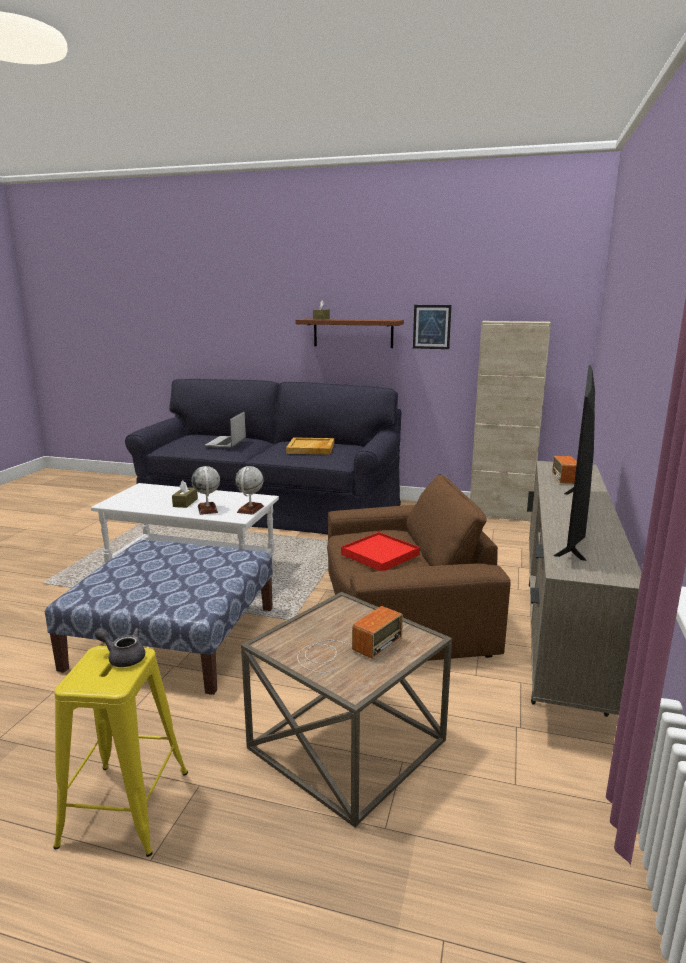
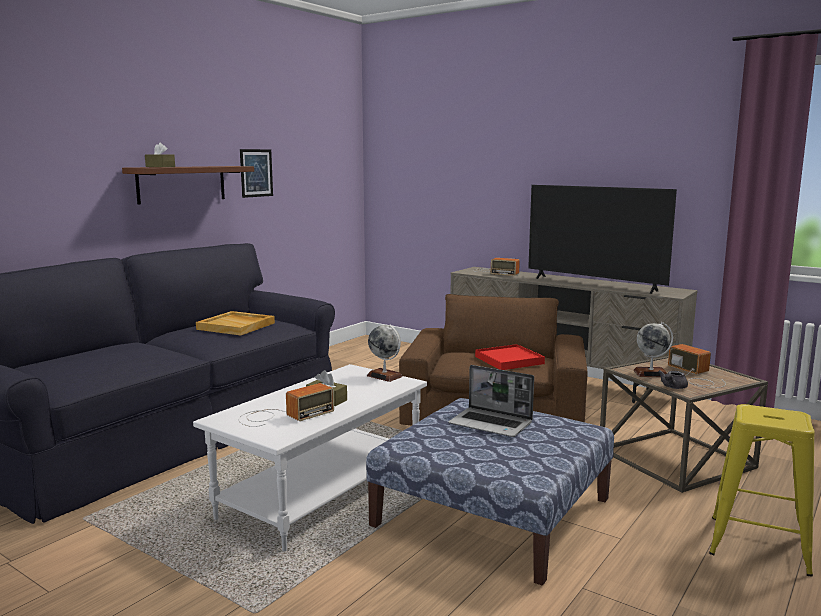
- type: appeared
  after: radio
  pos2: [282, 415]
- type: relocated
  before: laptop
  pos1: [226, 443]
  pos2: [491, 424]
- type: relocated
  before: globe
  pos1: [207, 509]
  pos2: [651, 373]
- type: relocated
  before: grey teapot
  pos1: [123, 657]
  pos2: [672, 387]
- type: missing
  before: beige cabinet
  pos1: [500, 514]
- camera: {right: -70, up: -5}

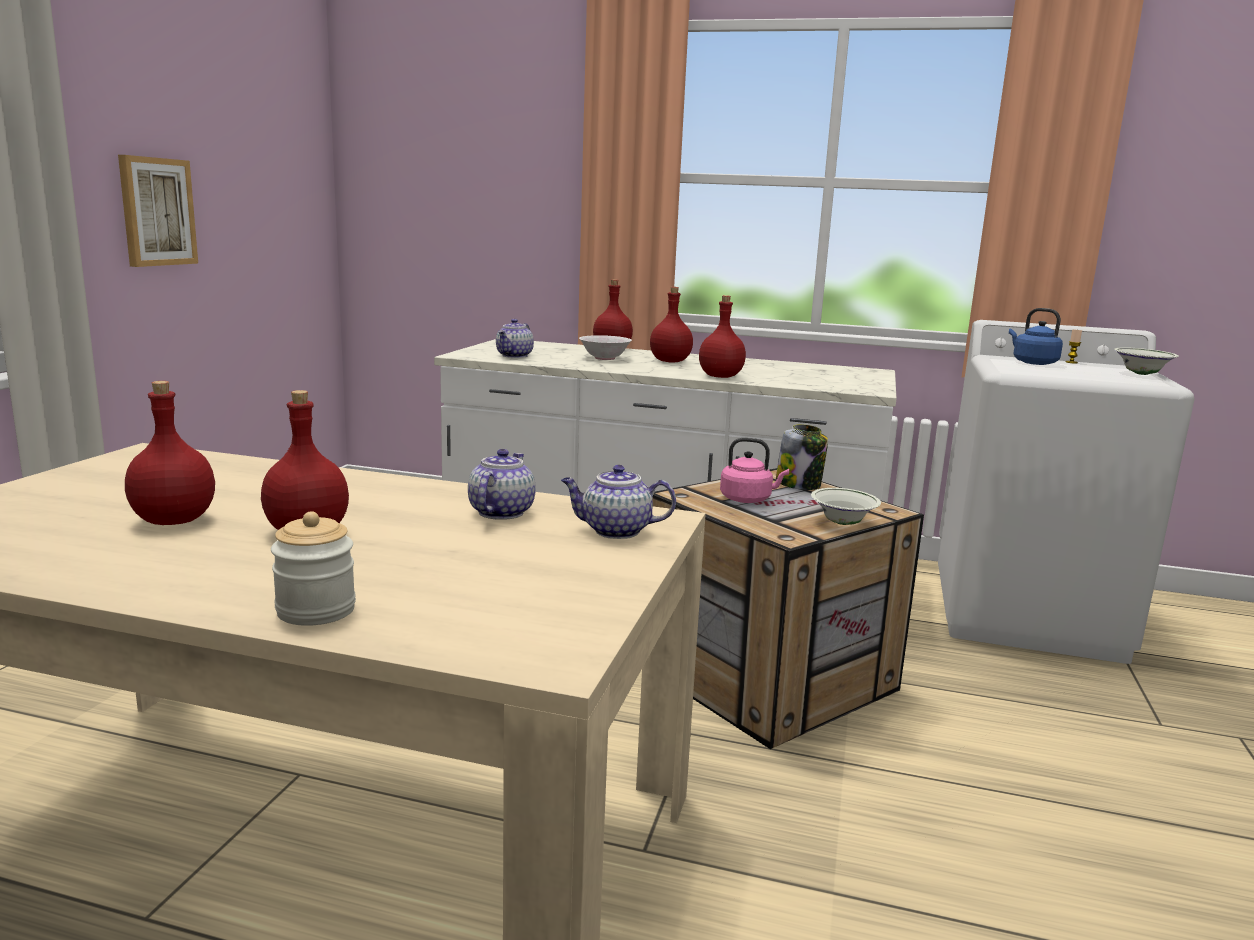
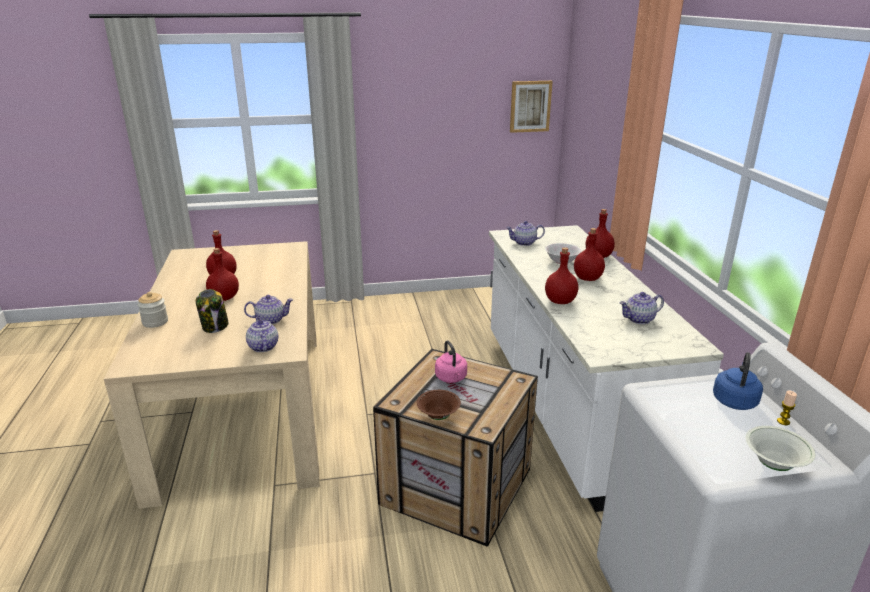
- type: relocated
  before: jar
  pos1: [799, 484]
  pos2: [215, 326]
- type: colour
  before: white bowl
  after: brown bowl
  pos1: [842, 523]
  pos2: [438, 416]
- type: relocated
  before: picture
  pos1: [157, 212]
  pos2: [530, 106]
- type: appeared
  after: teapot
  pos2: [639, 319]
- camera: {right: 65, up: 10}

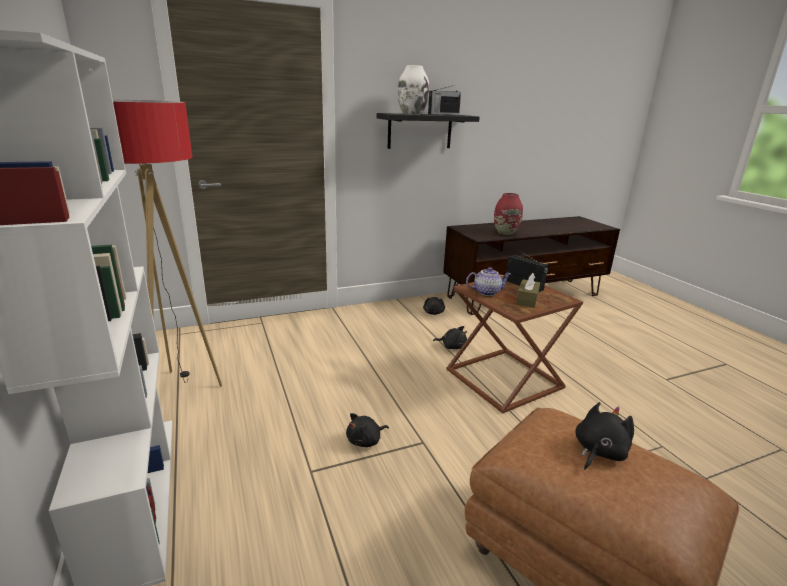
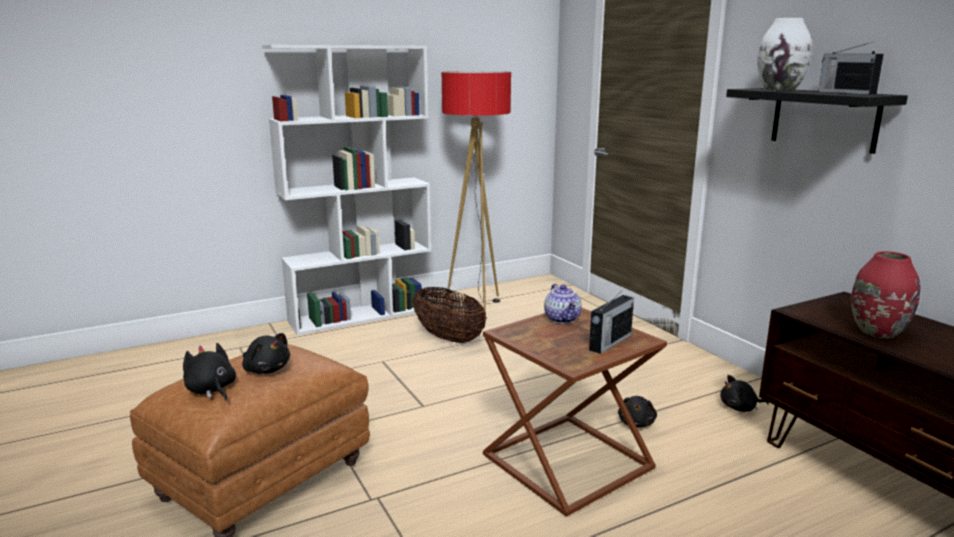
- type: relocated
  before: black plush toy
  pos1: [365, 440]
  pos2: [211, 390]
- type: appeared
  after: basket
  pos2: [448, 338]
- type: missing
  before: brown tissue box
  pos1: [527, 299]
- camera: {right: 85, up: -5}

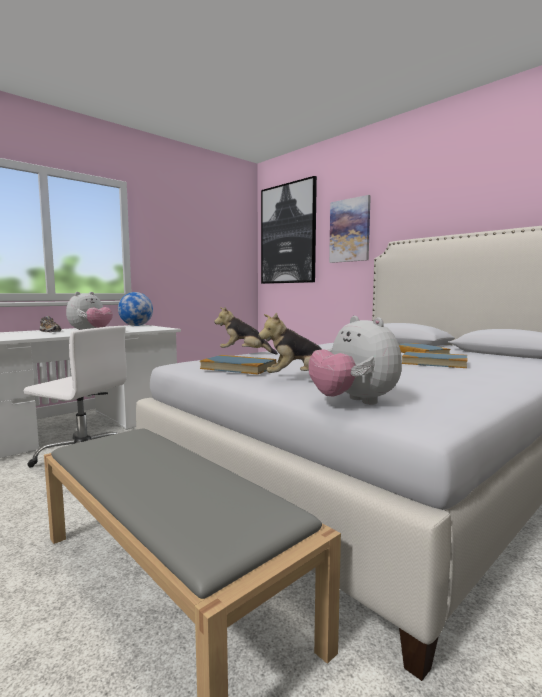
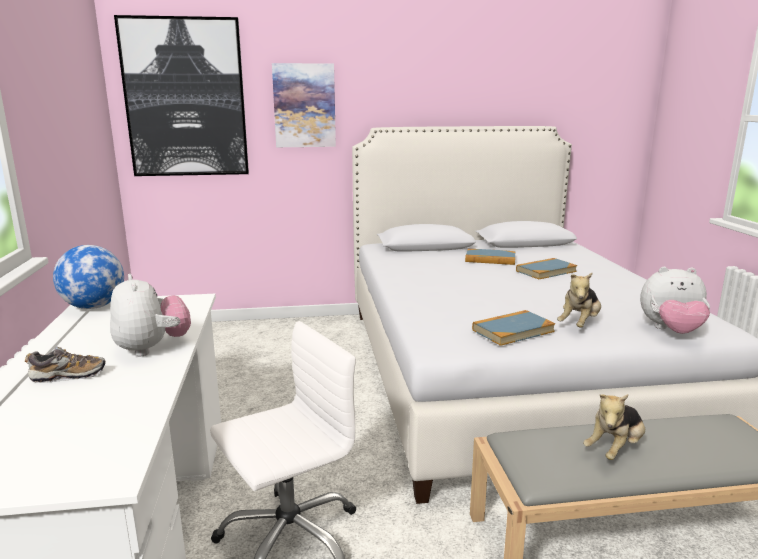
- type: relocated
  before: plush toy
  pos1: [244, 353]
  pos2: [615, 449]
- camera: {right: -55, up: 10}

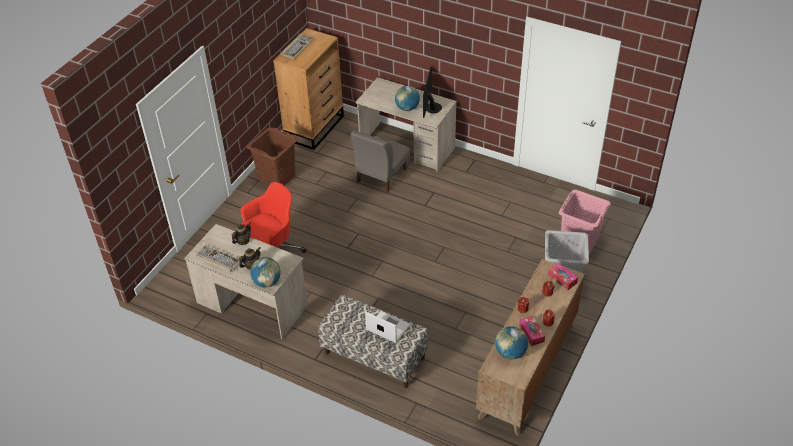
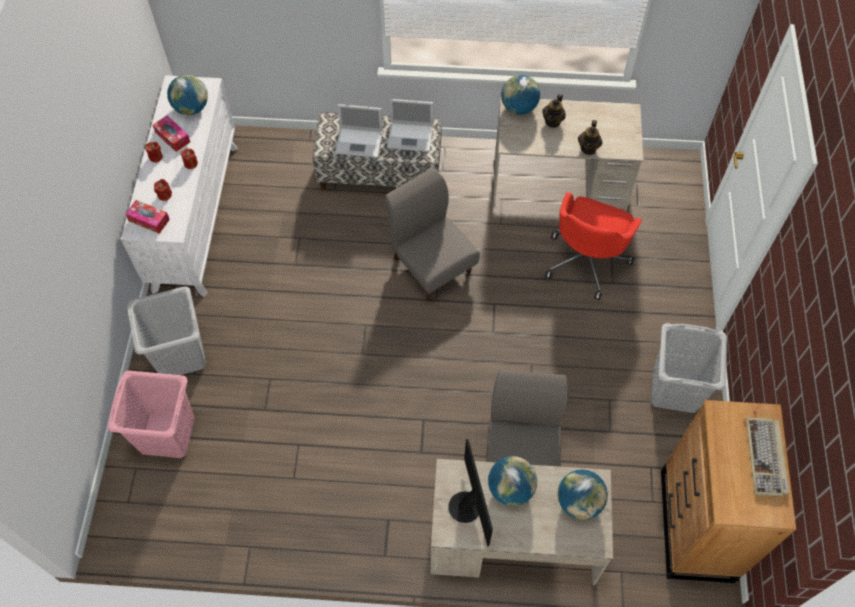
- type: colour
  before: brown dresser
  after: white dresser
  pos1: [527, 371]
  pos2: [196, 215]
- type: appeared
  after: grey chair
  pos2: [432, 265]
- type: appeared
  after: laptop
  pos2: [411, 136]
- type: appeared
  after: globe
  pos2: [579, 502]
- type: colour
  before: brown laundry basket
  after: grey laundry basket
  pos1: [276, 177]
  pos2: [675, 389]
- type: missing
  before: keyboard
  pos1: [218, 259]
- camera: {right: 155, up: 15}

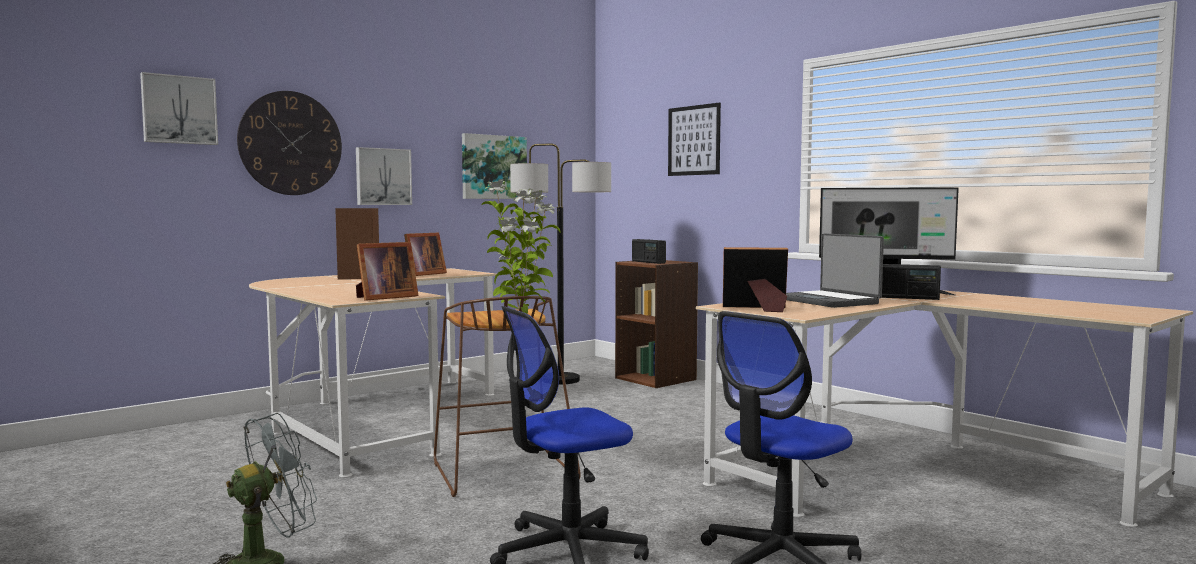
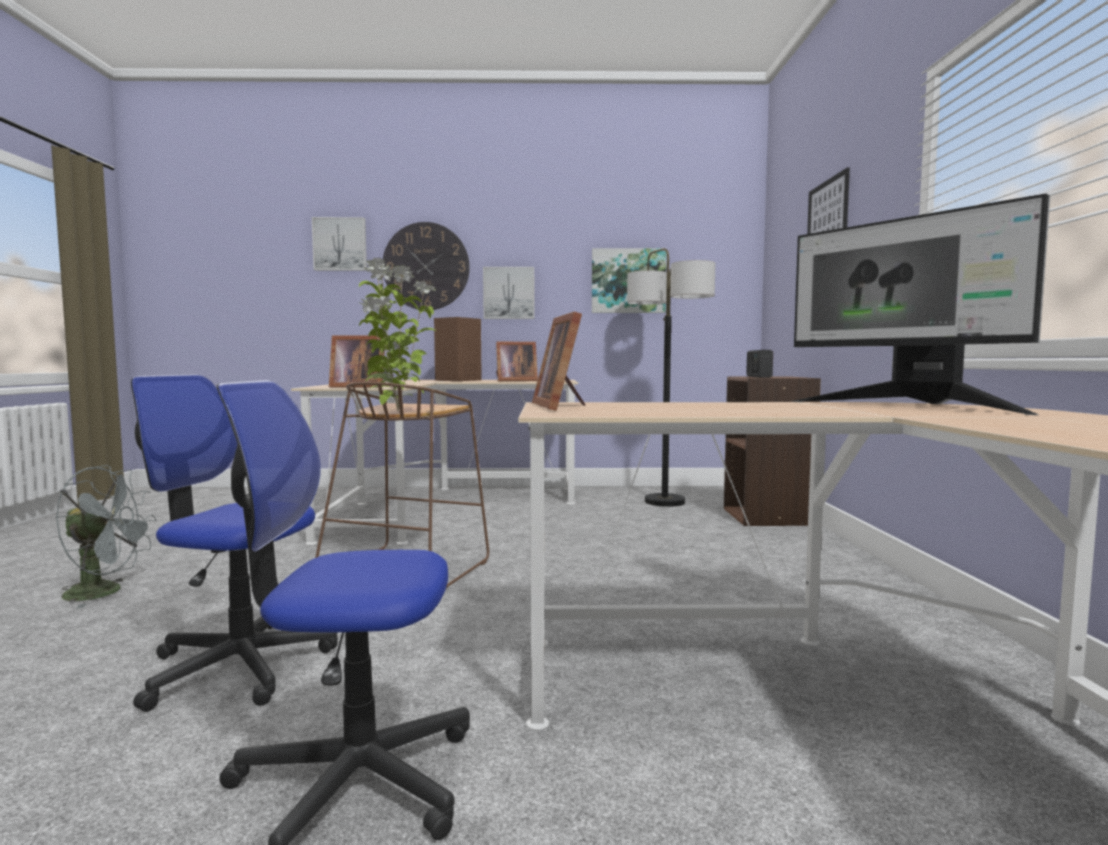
- type: spun
  before: picture frame
  pos1: [757, 309]
  pos2: [562, 407]
  turn: -150
- type: missing
  before: laptop
  pos1: [829, 301]
- type: missing
  before: radio
  pos1: [906, 298]
- camera: {right: 40, up: 0}

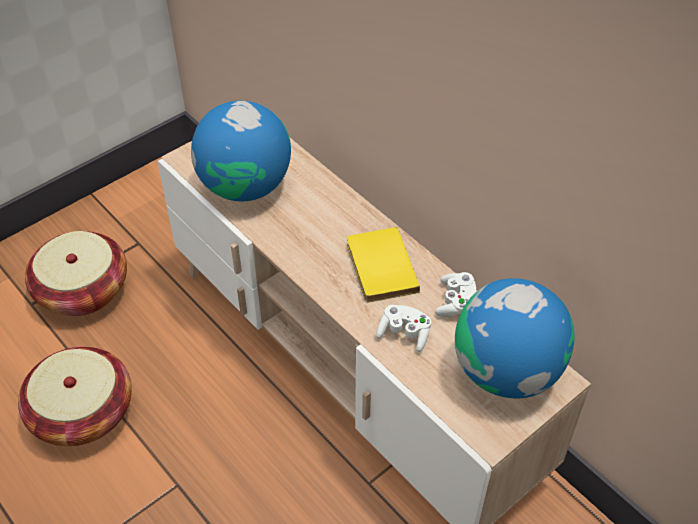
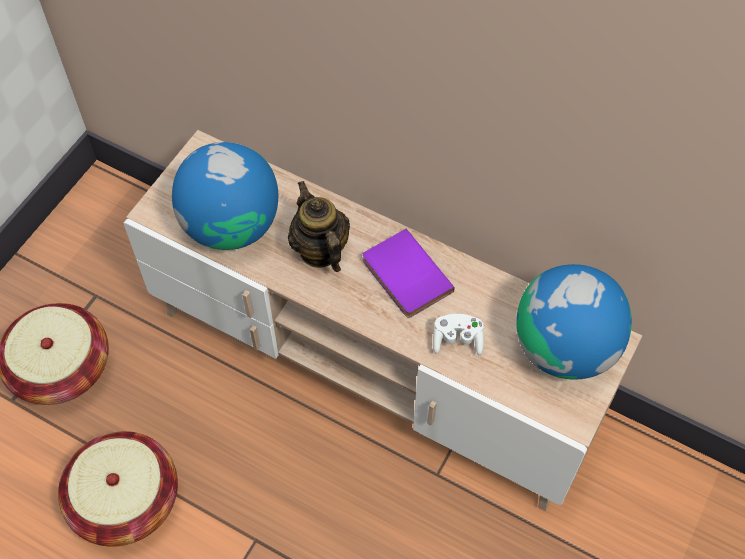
- type: appeared
  after: teapot
  pos2: [320, 250]
- type: colour
  before: yellow book
  after: purple book
  pos1: [379, 267]
  pos2: [404, 277]
- type: missing
  before: white game controller
  pos1: [455, 302]
- camera: {right: -20, up: 10}

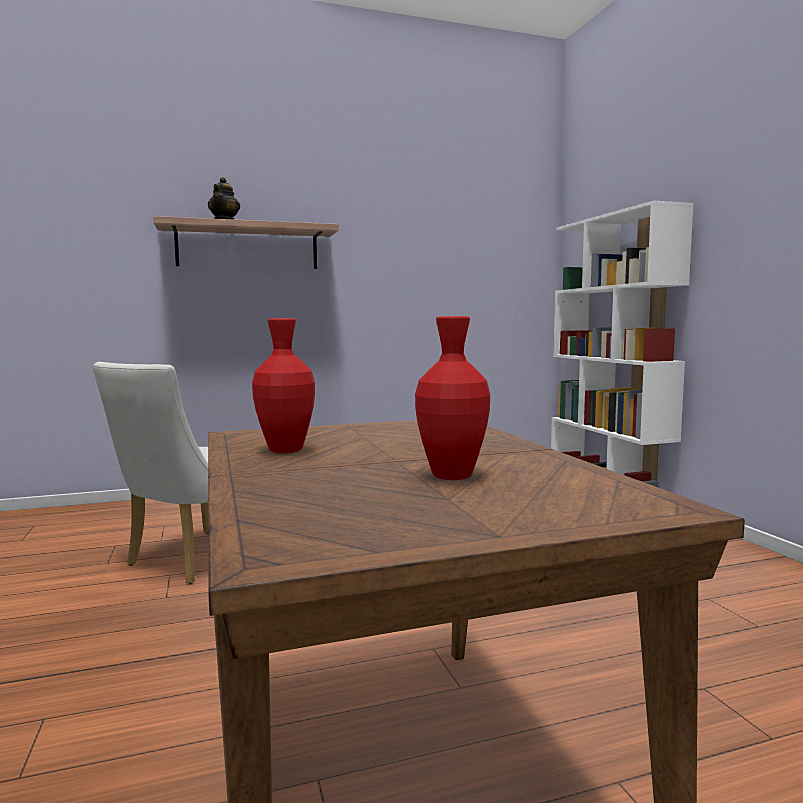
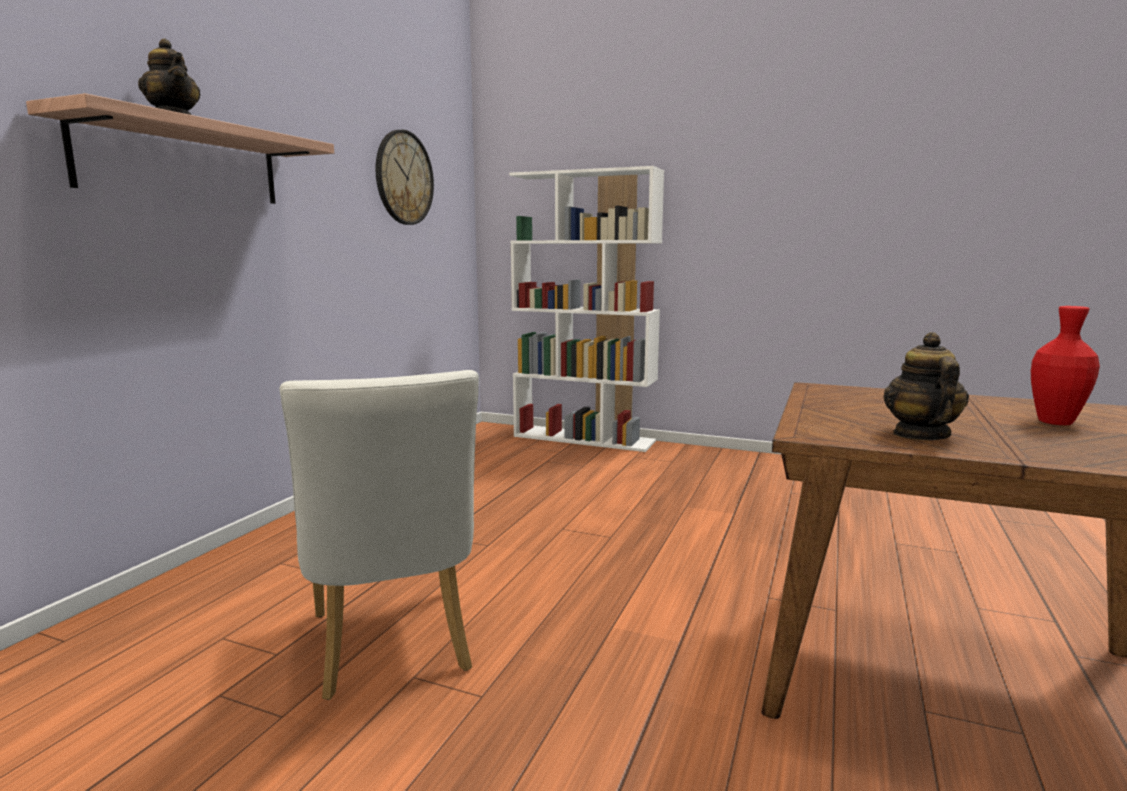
- type: appeared
  after: wall clock
  pos2: [404, 178]
- type: exchanged
  before: red vase
  after: teapot
  pos1: [285, 450]
  pos2: [920, 435]
- camera: {right: -50, up: 5}

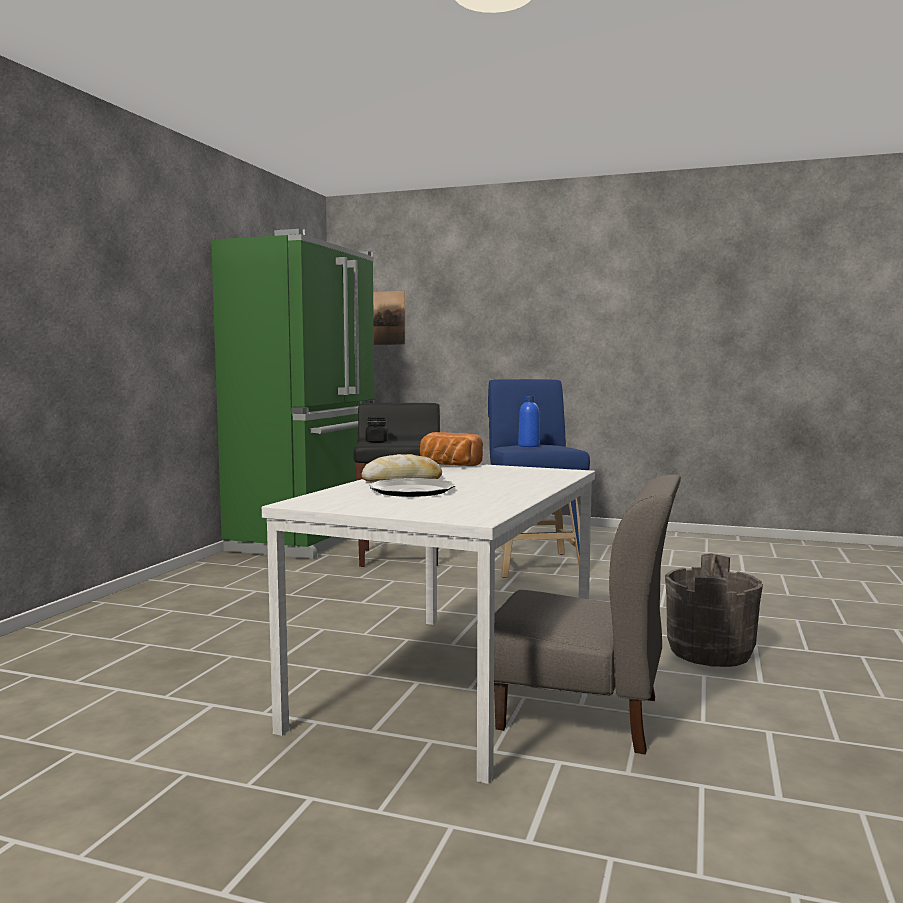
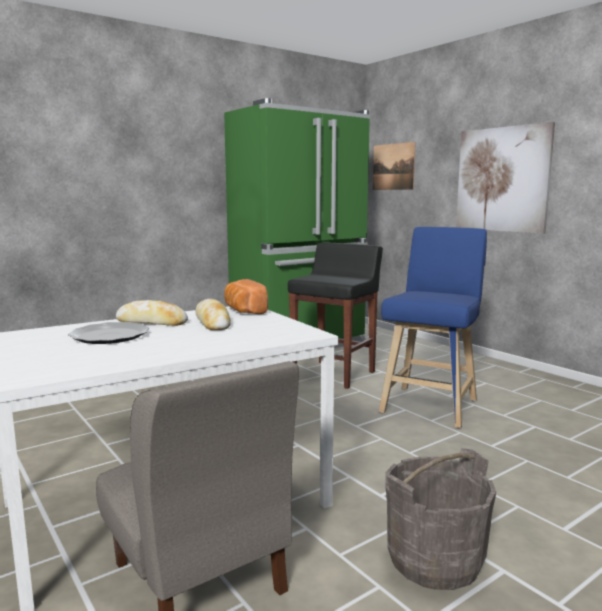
- type: appeared
  after: bread
  pos2: [213, 322]
- type: appeared
  after: picture
  pos2: [502, 179]
- type: missing
  before: black jar
  pos1: [377, 442]
- type: missing
  before: blue bottle
  pos1: [529, 446]
- camera: {right: 35, up: 5}

